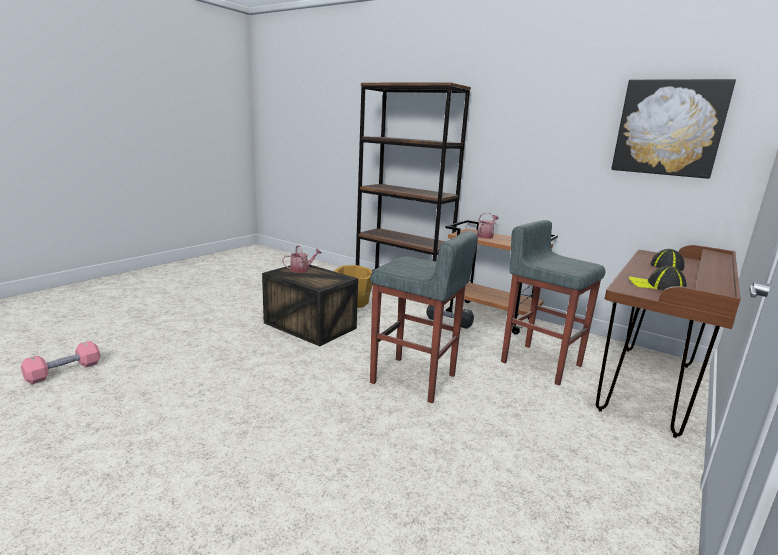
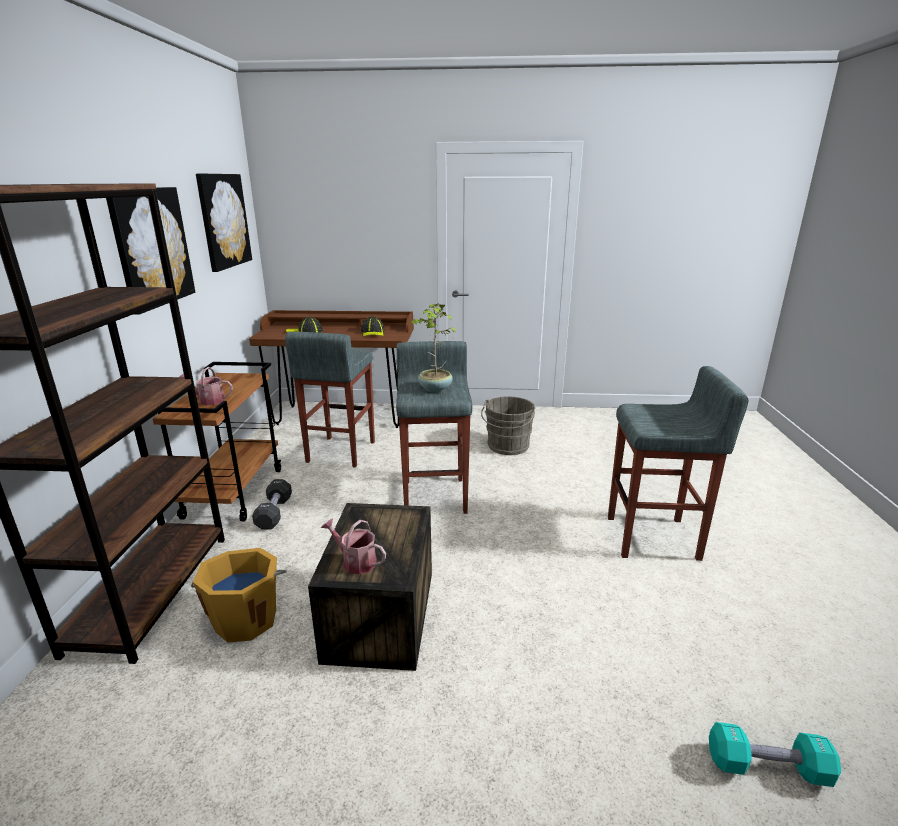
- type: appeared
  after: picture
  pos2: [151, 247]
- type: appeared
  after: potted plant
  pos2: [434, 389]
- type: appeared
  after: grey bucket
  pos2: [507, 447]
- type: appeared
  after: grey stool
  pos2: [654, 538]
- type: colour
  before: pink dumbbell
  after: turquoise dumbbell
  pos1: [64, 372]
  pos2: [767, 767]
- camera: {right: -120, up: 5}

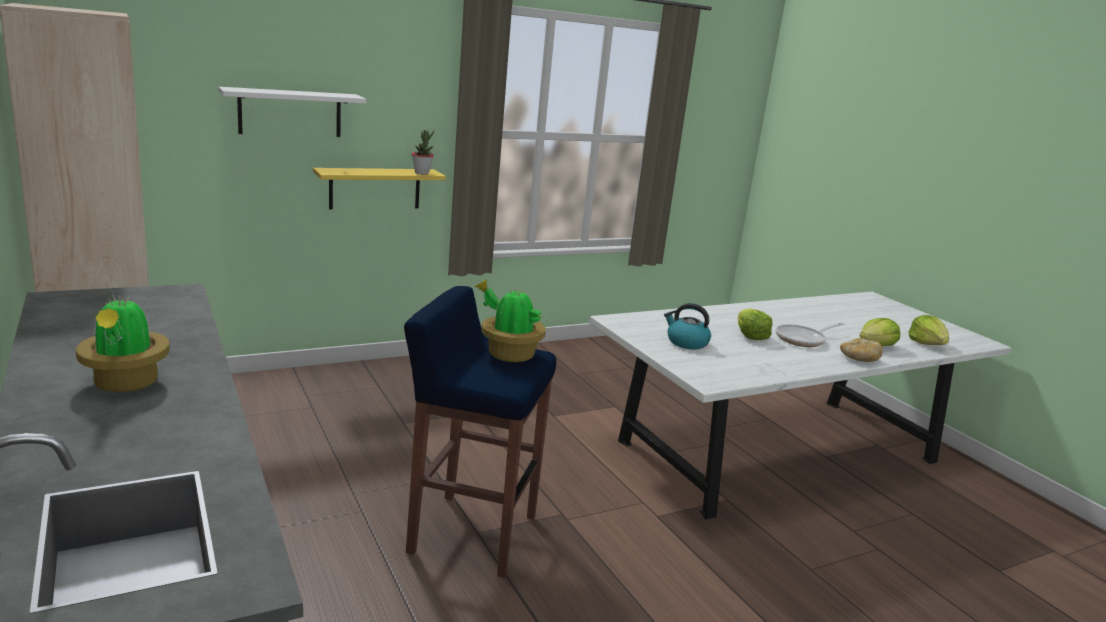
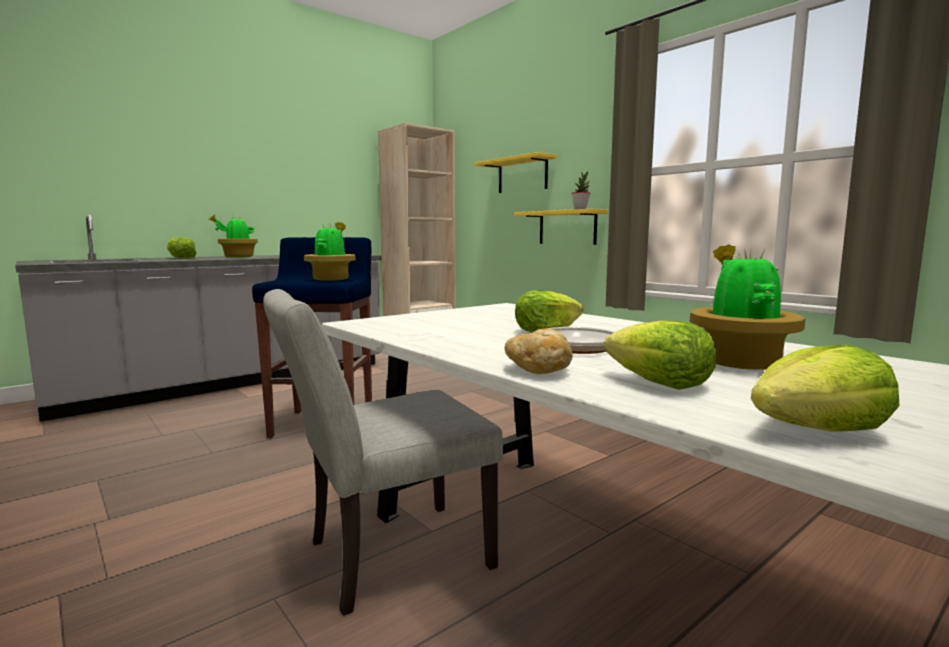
- type: appeared
  after: lettuce
  pos2: [180, 258]
- type: appeared
  after: grey chair
  pos2: [385, 558]
- type: colour
  before: white shelf
  after: yellow shelf
  pos1: [290, 113]
  pos2: [522, 175]
- type: appeared
  after: potted plant
  pos2: [739, 362]
- type: missing
  before: kettle
  pos1: [686, 342]
- camera: {right: 80, up: -10}

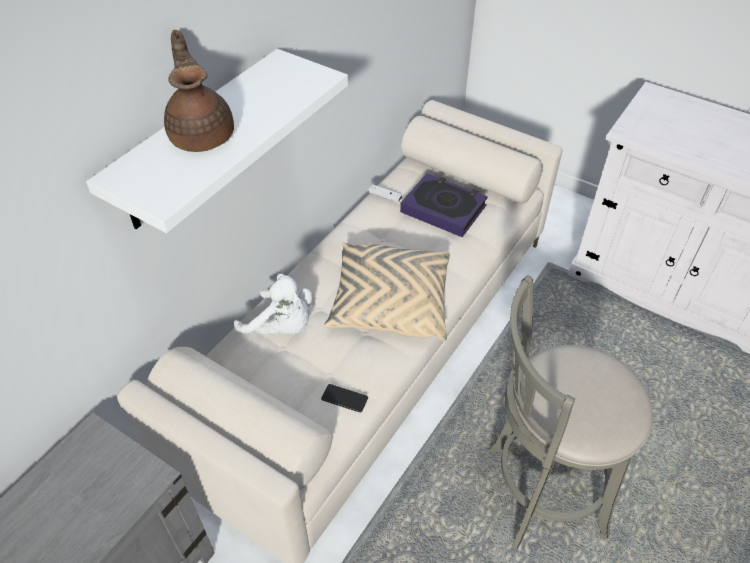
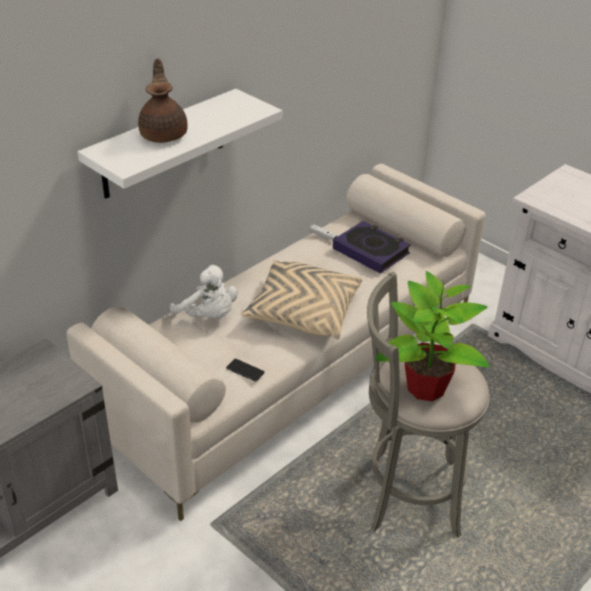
- type: appeared
  after: potted plant
  pos2: [424, 387]
- camera: {right: 10, up: -10}

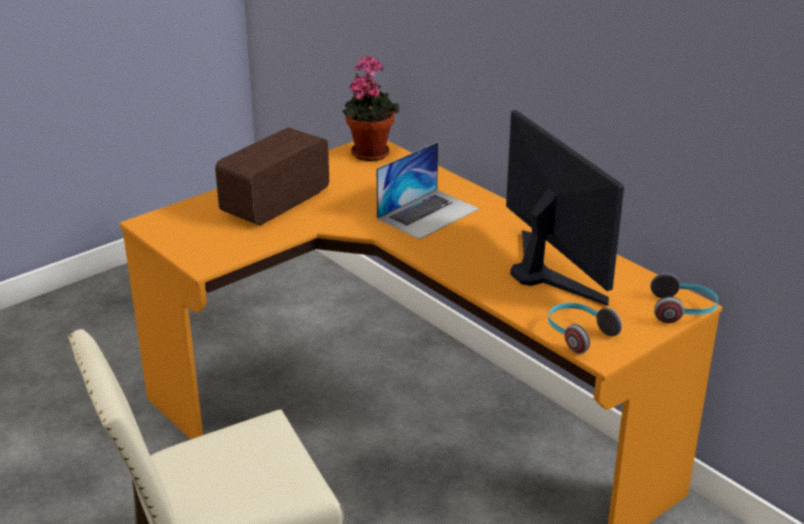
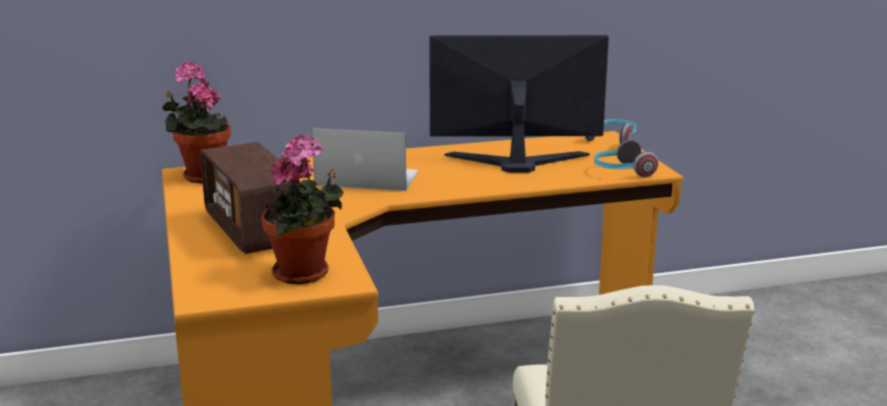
- type: appeared
  after: potted plant
  pos2: [305, 274]
- type: spun
  before: laptop
  pos1: [428, 213]
  pos2: [366, 178]
  turn: -60
- camera: {right: -65, up: -10}

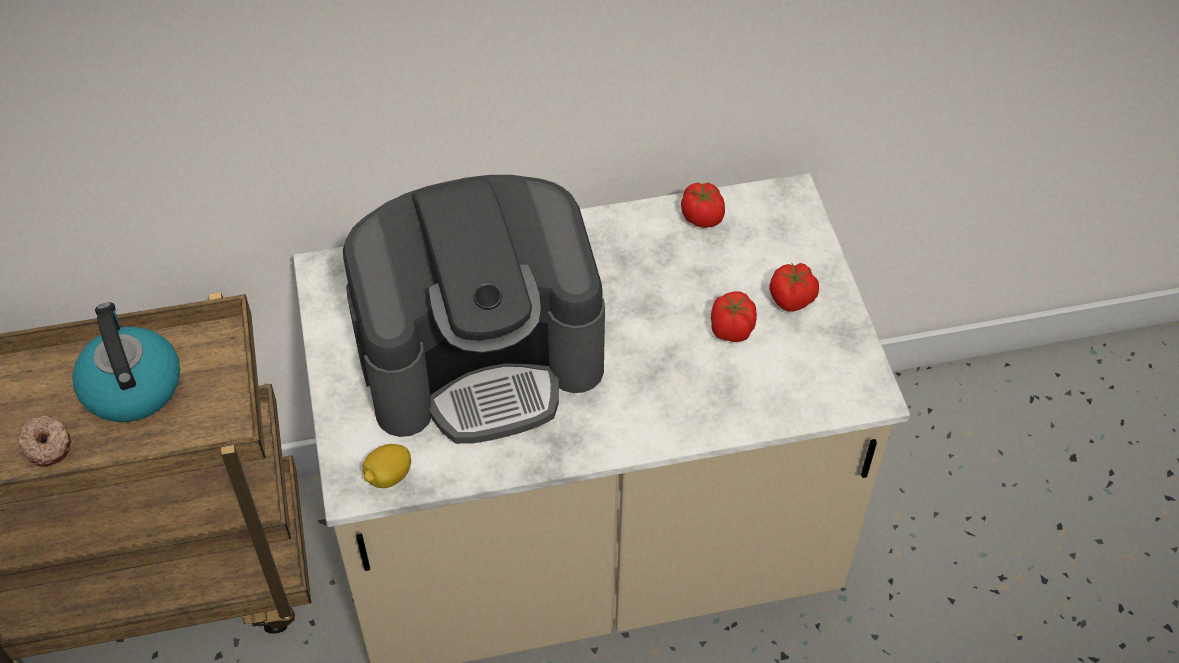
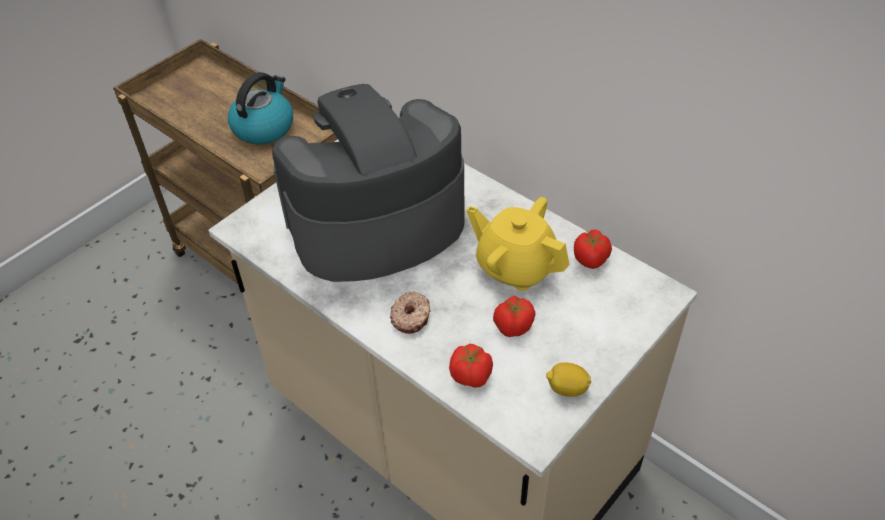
- type: spun
  before: coffee machine
  pos1: [481, 357]
  pos2: [375, 224]
  turn: 120
- type: relocated
  before: donut
  pos1: [47, 445]
  pos2: [411, 317]
- type: relocated
  before: tomato
  pos1: [792, 299]
  pos2: [471, 376]
- type: appeared
  after: yellow teapot
  pos2: [515, 267]
- type: relocated
  before: lemon
  pos1: [388, 476]
  pos2: [567, 388]
- camera: {right: 55, up: -5}

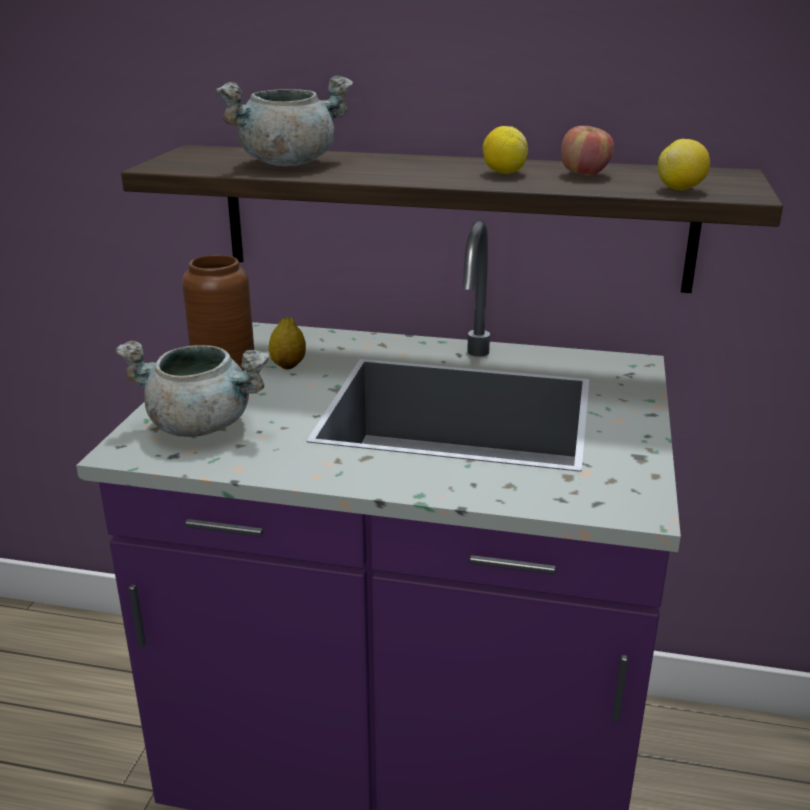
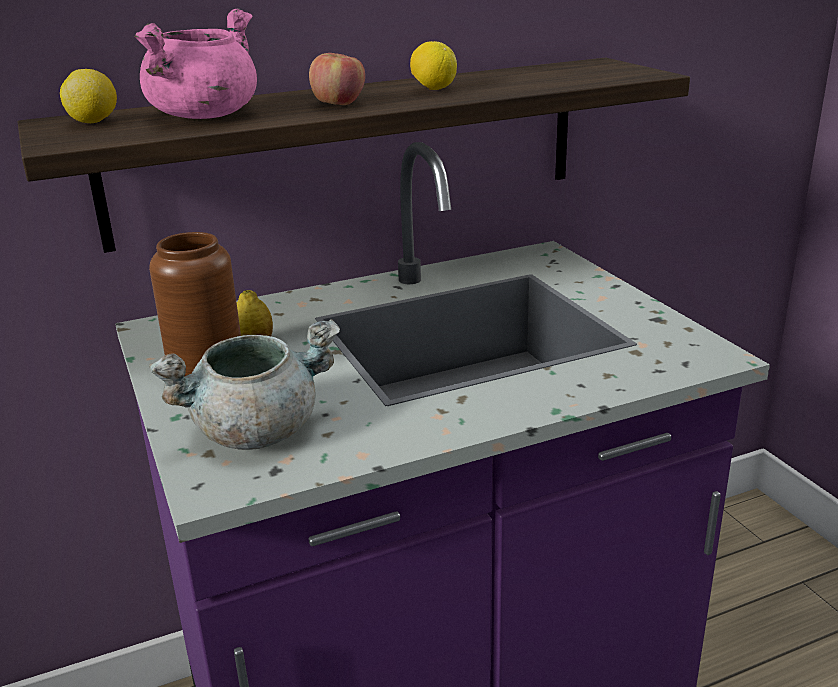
- type: relocated
  before: lemon
  pos1: [681, 189]
  pos2: [94, 122]
- type: colour
  before: grey cooking pot
  after: pink cooking pot
  pos1: [288, 163]
  pos2: [204, 115]
- type: relocated
  before: apple
  pos1: [585, 174]
  pos2: [338, 104]
- camera: {right: -35, up: 0}

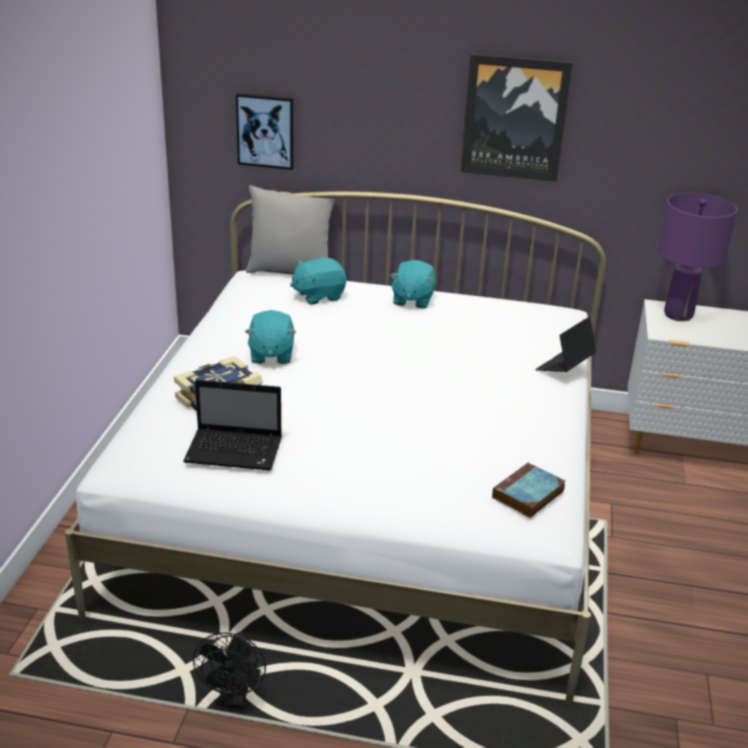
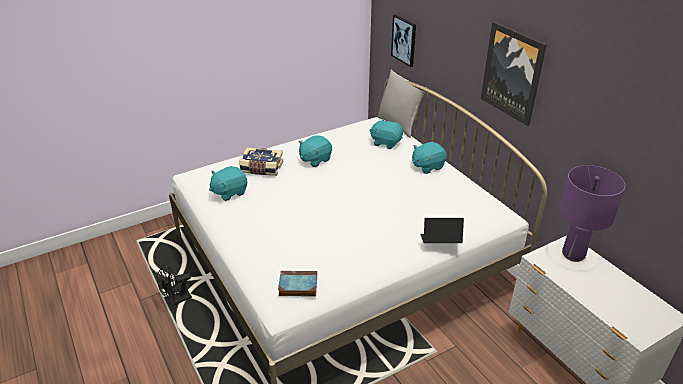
- type: exchanged
  before: laptop
  after: turquoise plush toy
  pos1: [236, 451]
  pos2: [229, 192]
- camera: {right: 50, up: 5}

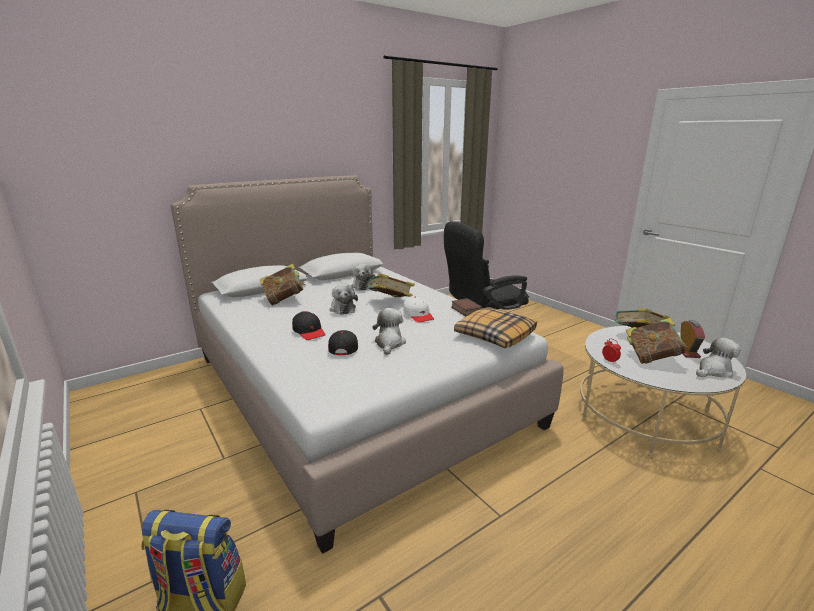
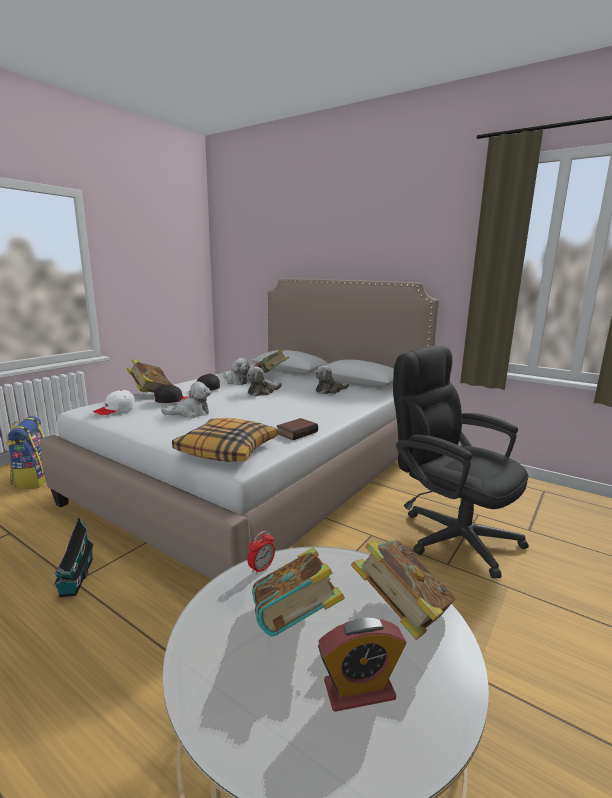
- type: appeared
  after: toy house
  pos2: [76, 578]
- type: relocated
  before: white cap
  pos1: [418, 315]
  pos2: [115, 409]
- type: relocated
  before: book
  pos1: [389, 302]
  pos2: [151, 394]
- type: relocated
  before: plush toy
  pos1: [713, 371]
  pos2: [236, 381]
- camera: {right: 70, up: -5}

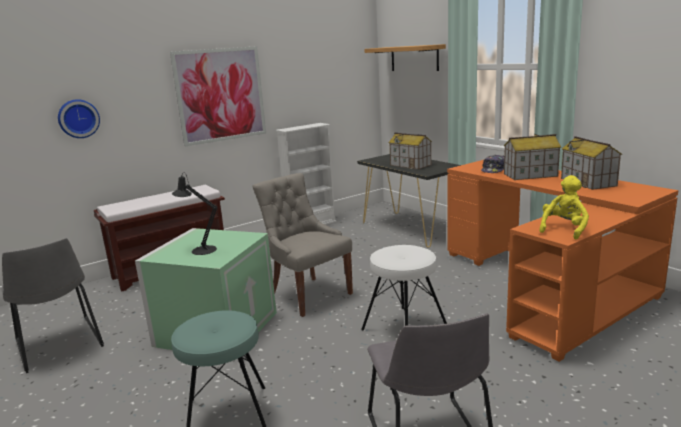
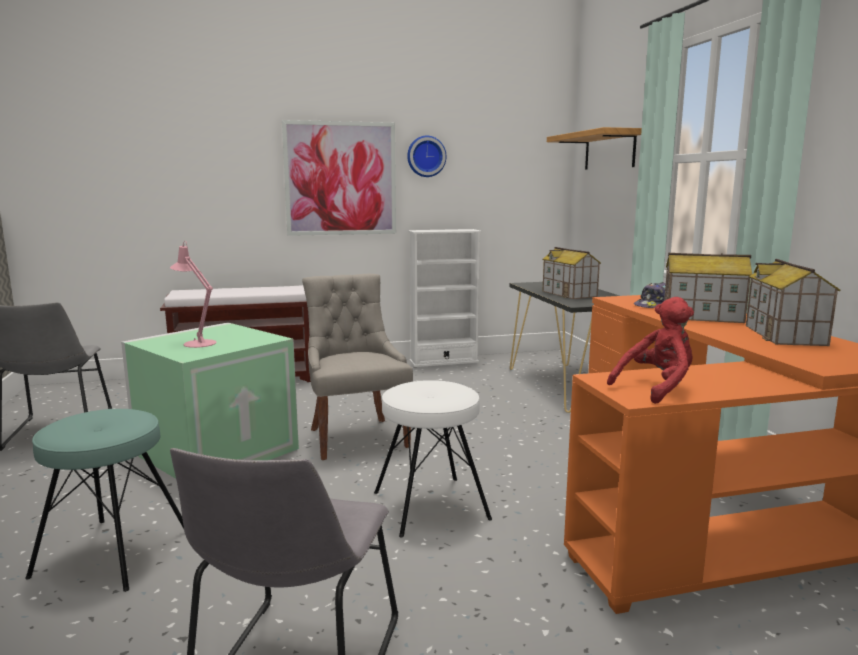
- type: colour
  before: black table lamp
  after: pink table lamp
  pos1: [201, 250]
  pos2: [197, 342]
- type: relocated
  before: wall clock
  pos1: [78, 118]
  pos2: [426, 156]
- type: colour
  before: yellow plush toy
  after: red plush toy
  pos1: [564, 229]
  pos2: [656, 388]
- camera: {right: 20, up: -5}

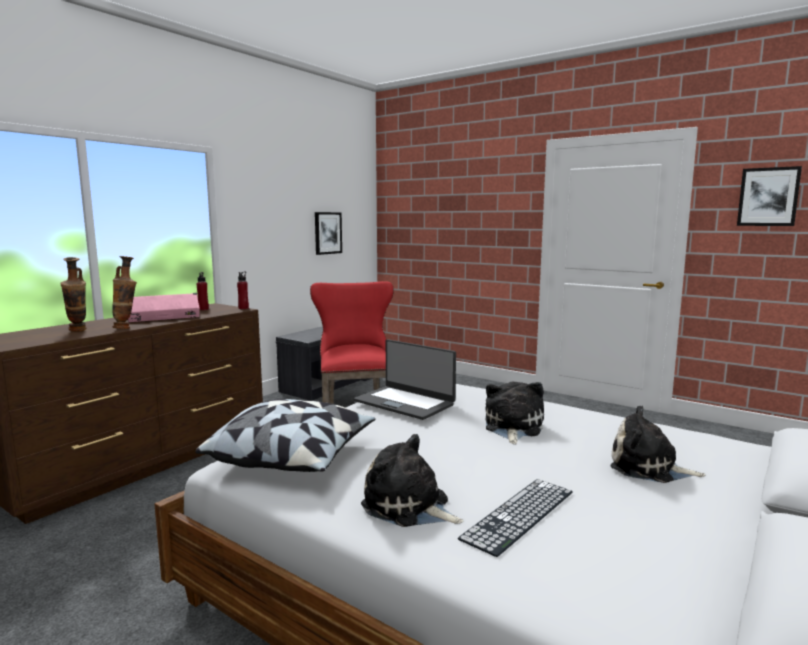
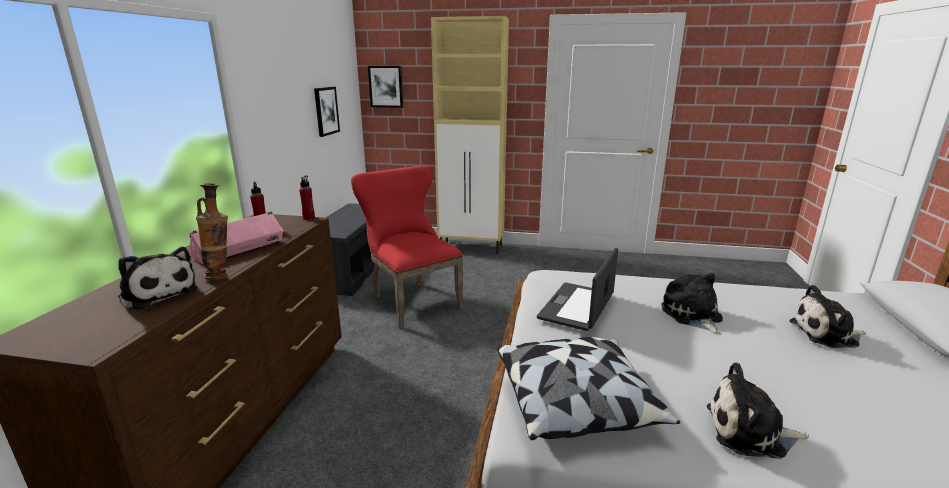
- type: exchanged
  before: vase
  after: plush toy
  pos1: [78, 331]
  pos2: [158, 293]
- type: relocated
  before: picture
  pos1: [768, 197]
  pos2: [386, 86]
- type: appeared
  after: beige cabinet
  pos2: [472, 247]
- type: spun
  before: laptop
  pos1: [404, 402]
  pos2: [578, 307]
  turn: 105
- type: missing
  before: keyboard
  pos1: [519, 514]
- camera: {right: -25, up: 10}

